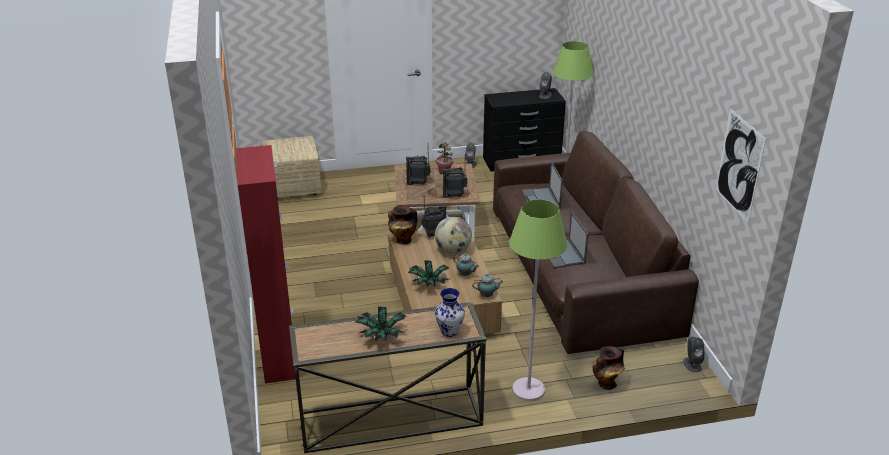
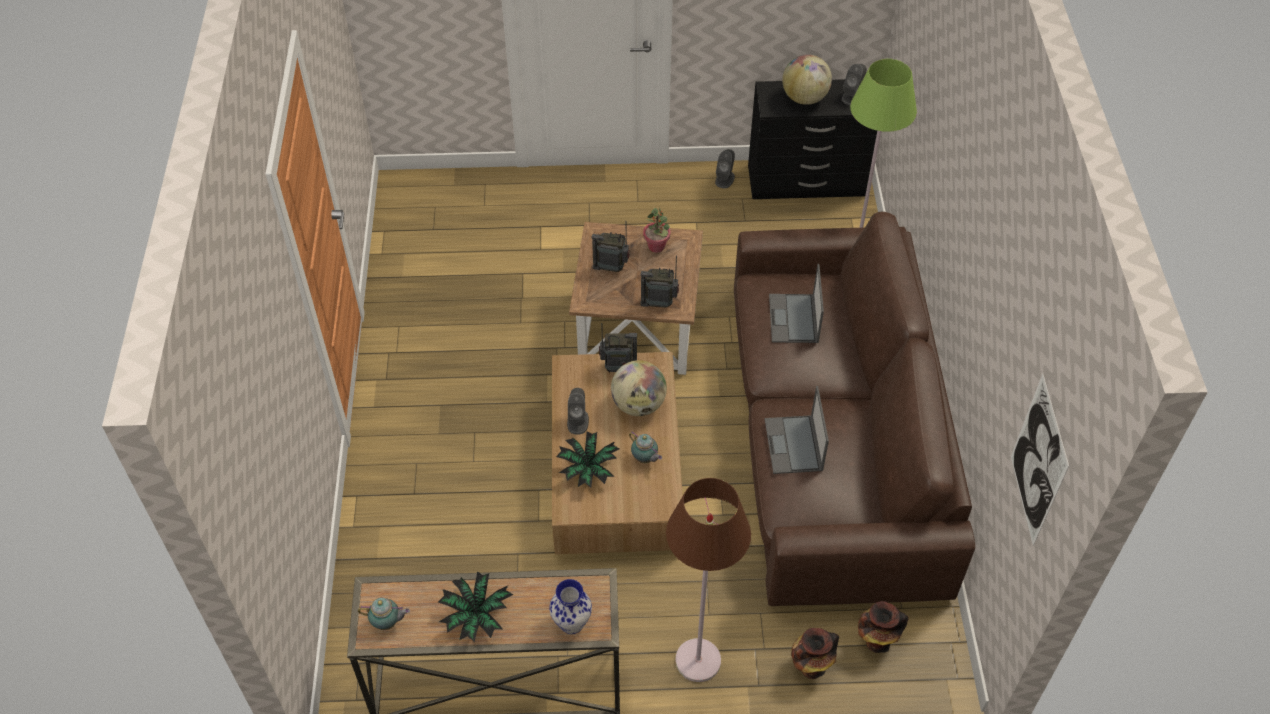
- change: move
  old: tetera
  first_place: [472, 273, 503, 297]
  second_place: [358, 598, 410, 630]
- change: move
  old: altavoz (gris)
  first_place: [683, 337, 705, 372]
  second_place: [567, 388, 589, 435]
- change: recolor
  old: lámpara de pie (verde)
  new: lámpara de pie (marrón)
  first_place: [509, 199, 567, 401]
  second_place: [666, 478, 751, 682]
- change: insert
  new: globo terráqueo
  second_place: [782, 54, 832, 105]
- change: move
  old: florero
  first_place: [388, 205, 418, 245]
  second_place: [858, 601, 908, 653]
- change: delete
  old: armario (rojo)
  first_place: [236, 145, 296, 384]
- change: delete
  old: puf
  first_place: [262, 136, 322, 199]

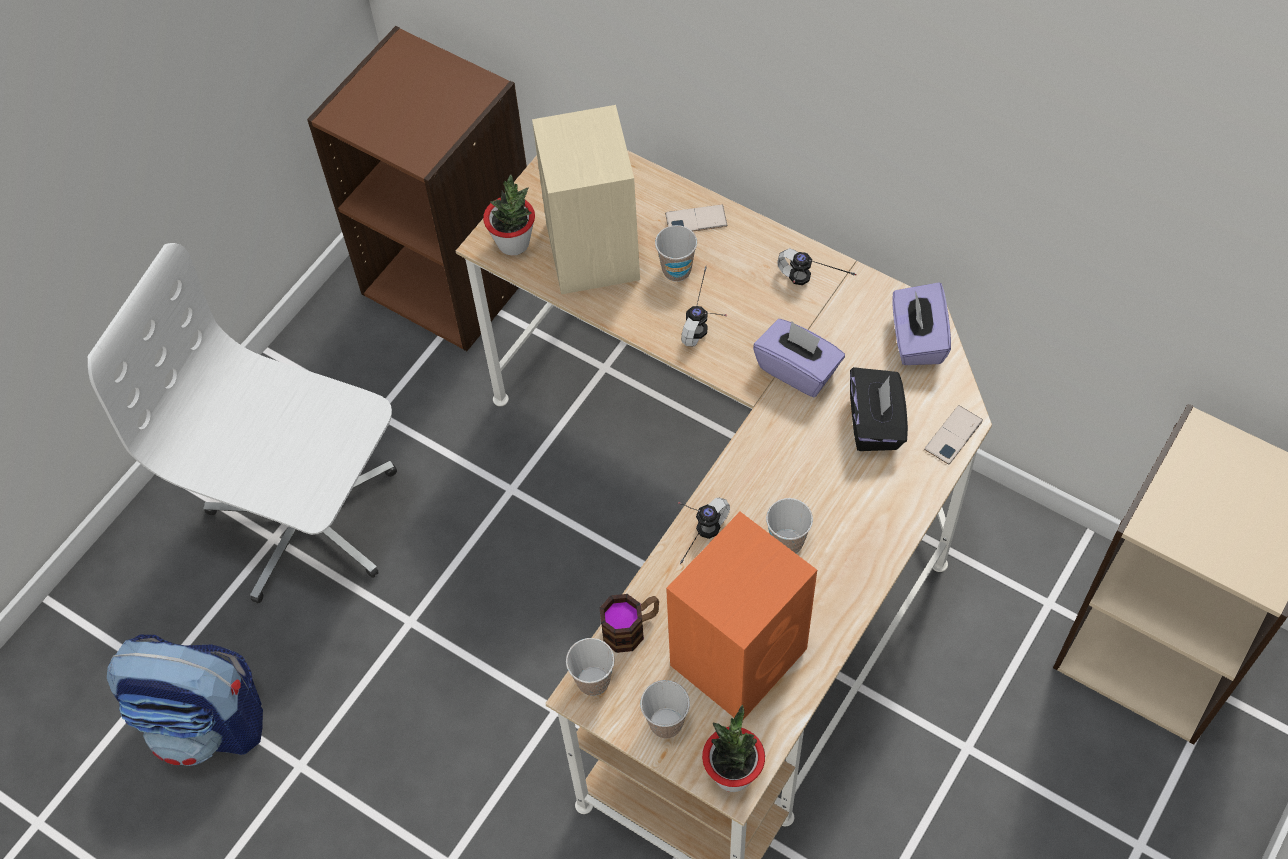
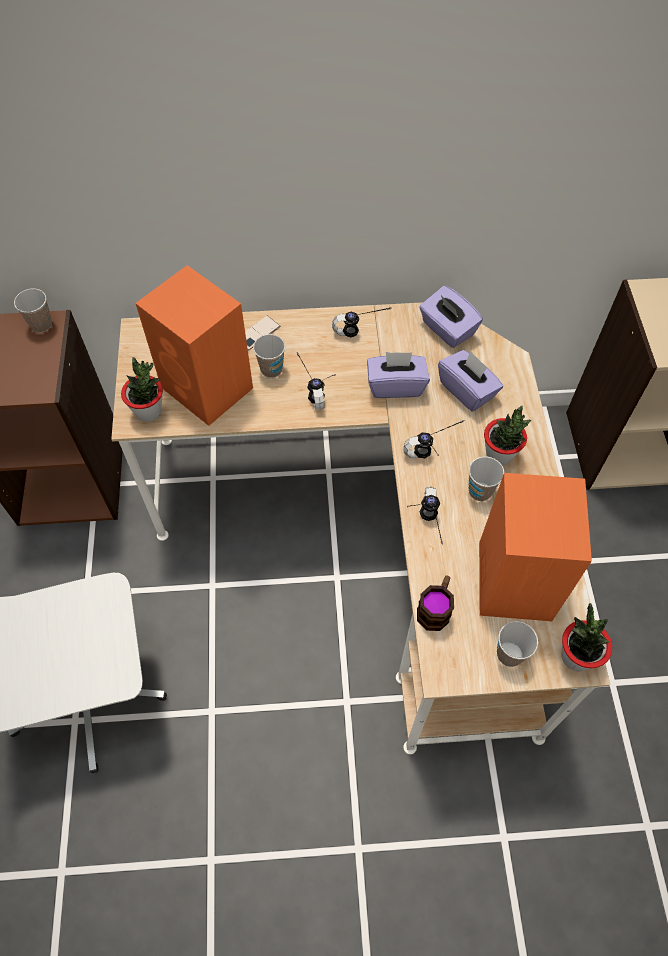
- change: move
  old: taza
  first_place: [566, 638, 615, 696]
  second_place: [14, 288, 52, 333]
- change: recolor
  old: altavoz (beis)
  new: altavoz (naranja)
  first_place: [532, 105, 640, 295]
  second_place: [135, 265, 253, 426]
- change: insert
  new: auriculares
  second_place: [403, 420, 464, 458]
- change: recolor
  old: caja de pañuelos (negro)
  new: caja de pañuelos (morado)
  first_place: [850, 367, 908, 451]
  second_place: [438, 350, 503, 411]
- change: insert
  new: planta en maceta
  second_place: [484, 405, 531, 466]
- change: delete
  old: mochila
  first_place: [107, 635, 263, 766]
- change: delete
  old: móvil
  first_place: [924, 405, 983, 465]

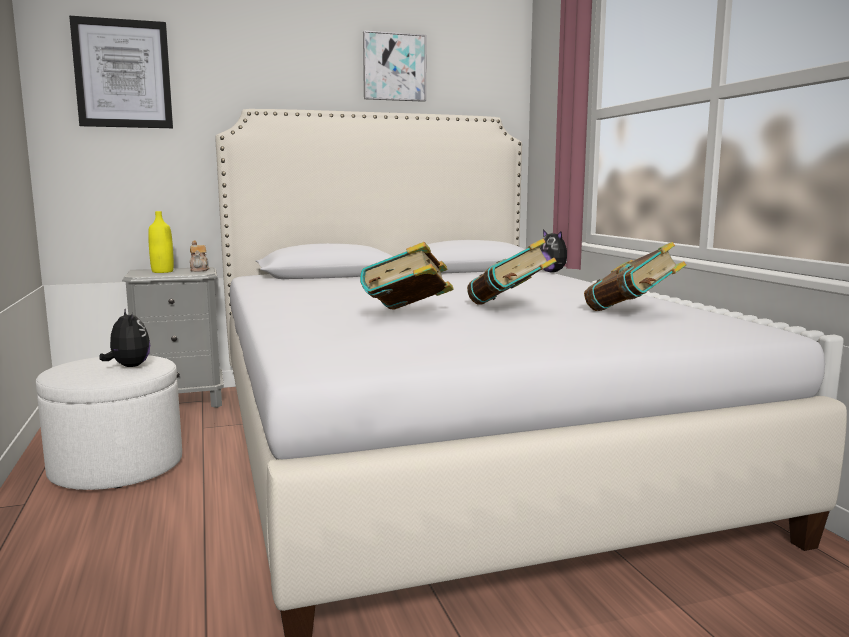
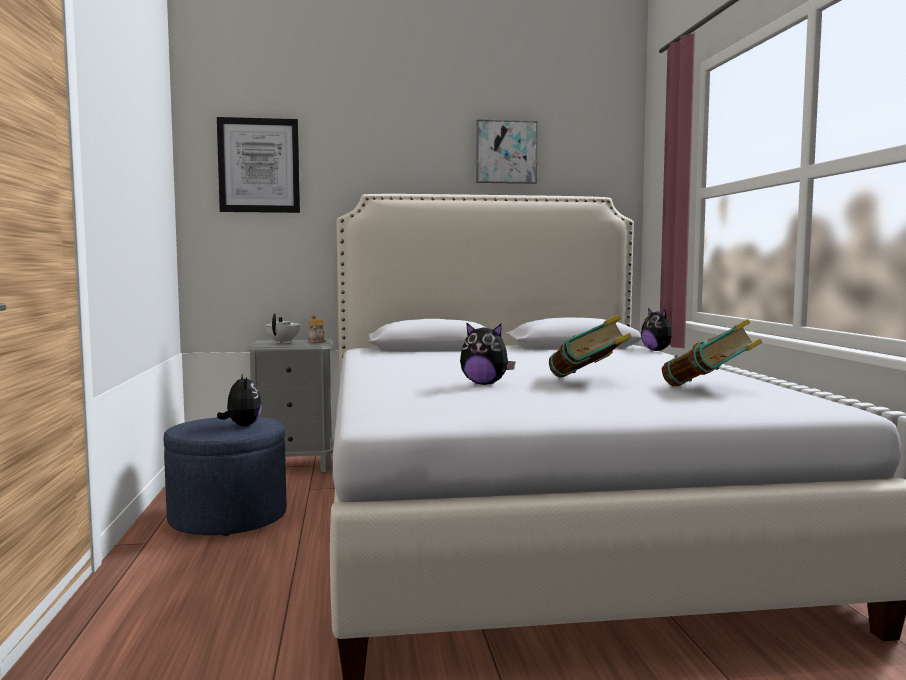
- change: recolor
  old: puf (blanco)
  new: puf (azul)
  first_place: [36, 355, 182, 490]
  second_place: [164, 417, 286, 536]
- change: replace
  old: botella (amarillo)
  new: tetera (blanco)
  first_place: [148, 211, 174, 273]
  second_place: [265, 313, 300, 344]
- change: replace
  old: libro
  new: peluche
  first_place: [360, 242, 454, 309]
  second_place: [460, 322, 515, 385]

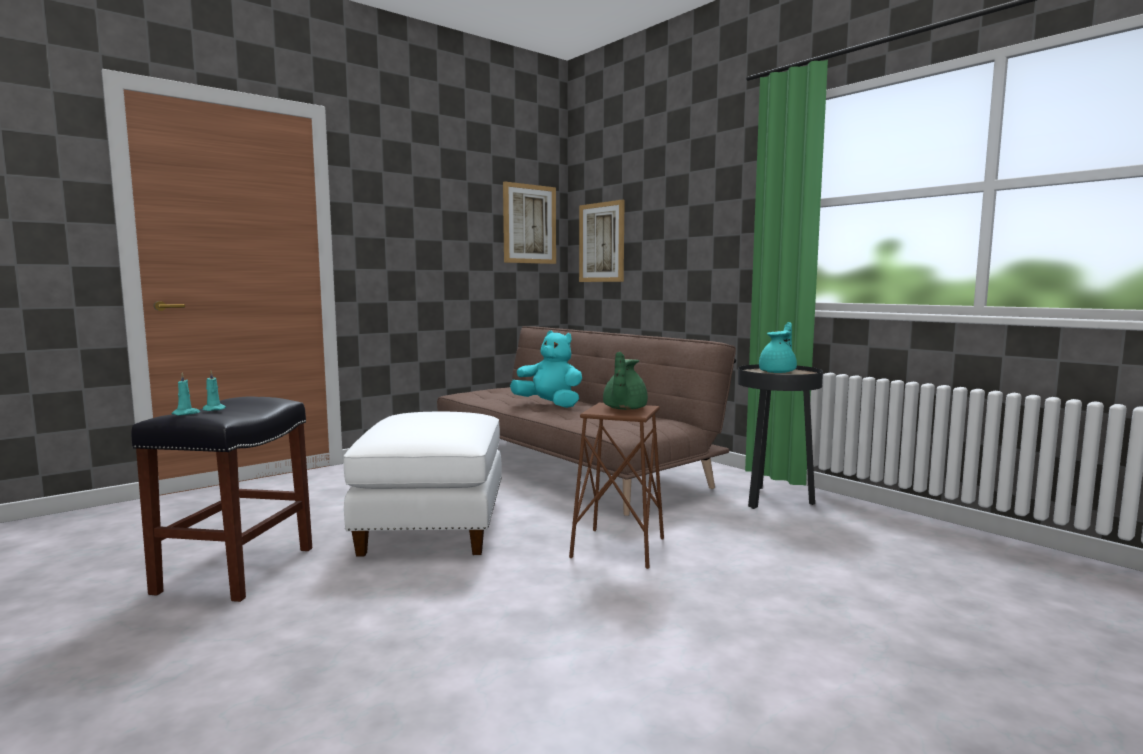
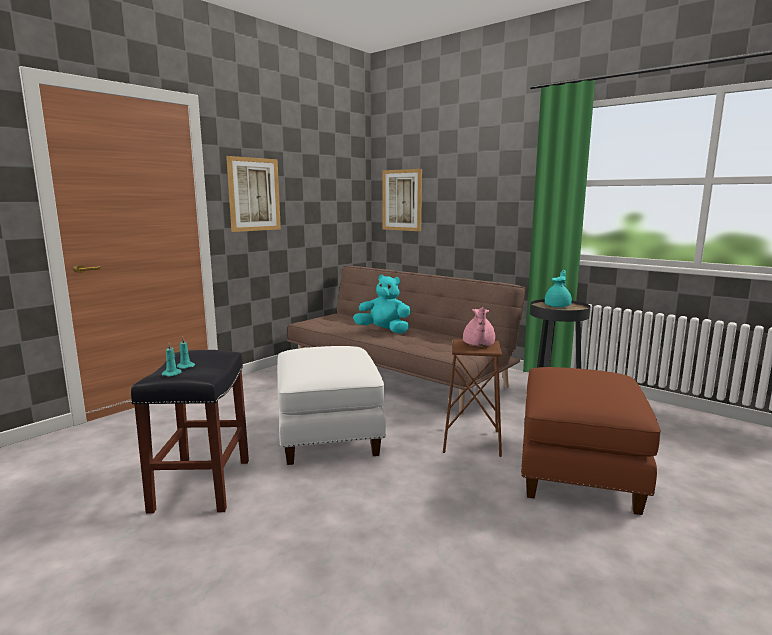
- change: move
  old: cuadro
  first_place: [503, 181, 556, 264]
  second_place: [226, 156, 281, 232]
- change: recolor
  old: tetera (verde)
  new: tetera (rosa)
  first_place: [603, 352, 648, 410]
  second_place: [463, 307, 495, 347]
- change: insert
  new: puf (marrón)
  second_place: [521, 367, 661, 515]

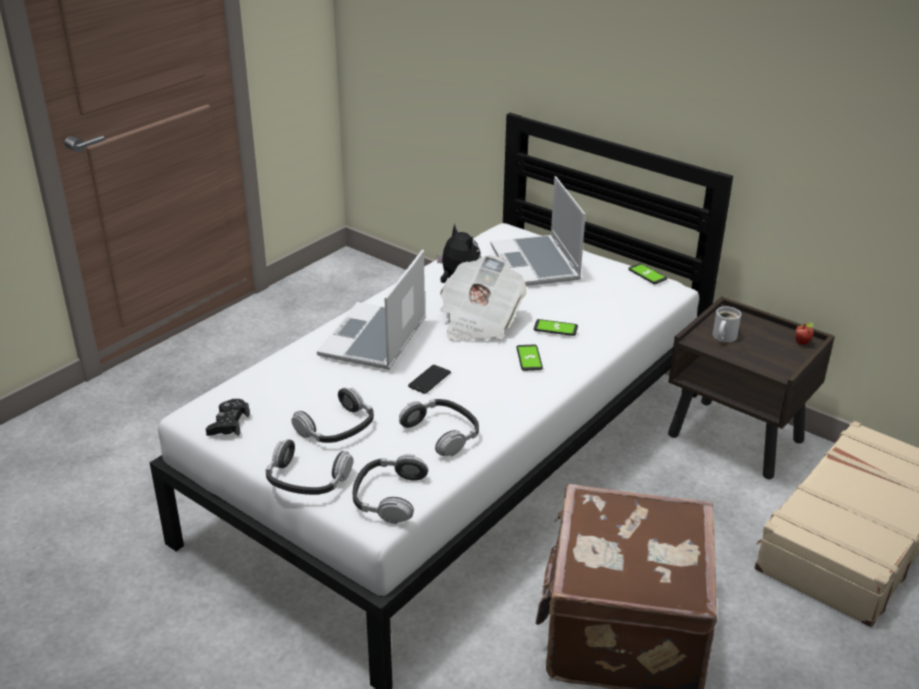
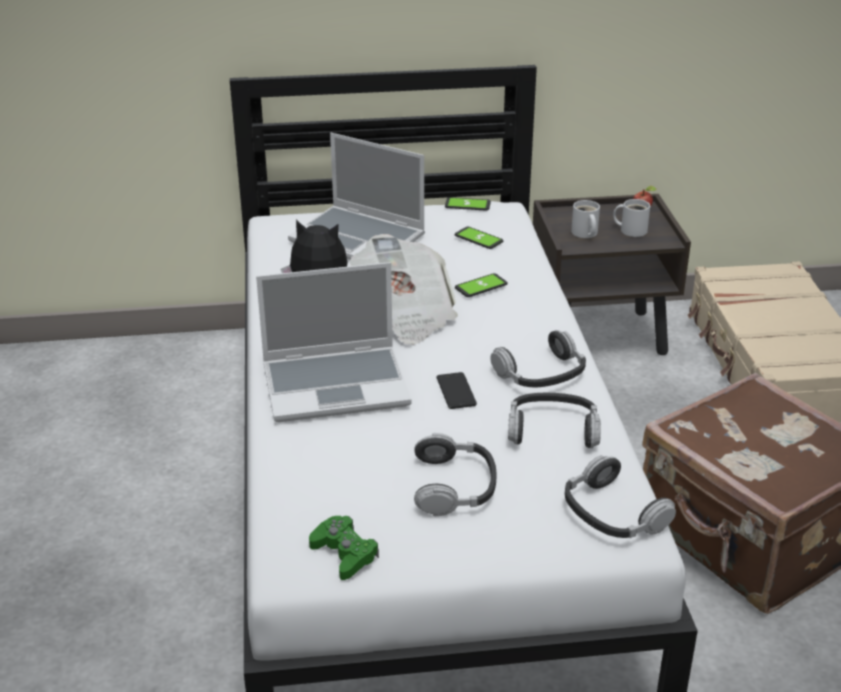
- change: rotate
  old: portátil
  first_place: [317, 250, 425, 370]
  second_place: [256, 262, 411, 422]
  degrees: -75
- change: recolor
  old: mando de consola (negro)
  new: mando de consola (verde)
  first_place: [206, 399, 250, 436]
  second_place: [309, 516, 379, 580]
- change: move
  old: móvil
  first_place: [516, 345, 543, 371]
  second_place: [455, 227, 503, 249]
- change: move
  old: auriculares
  first_place: [266, 439, 353, 495]
  second_place: [490, 330, 586, 388]
- change: insert
  new: taza grande (blanco)
  second_place: [613, 199, 650, 237]

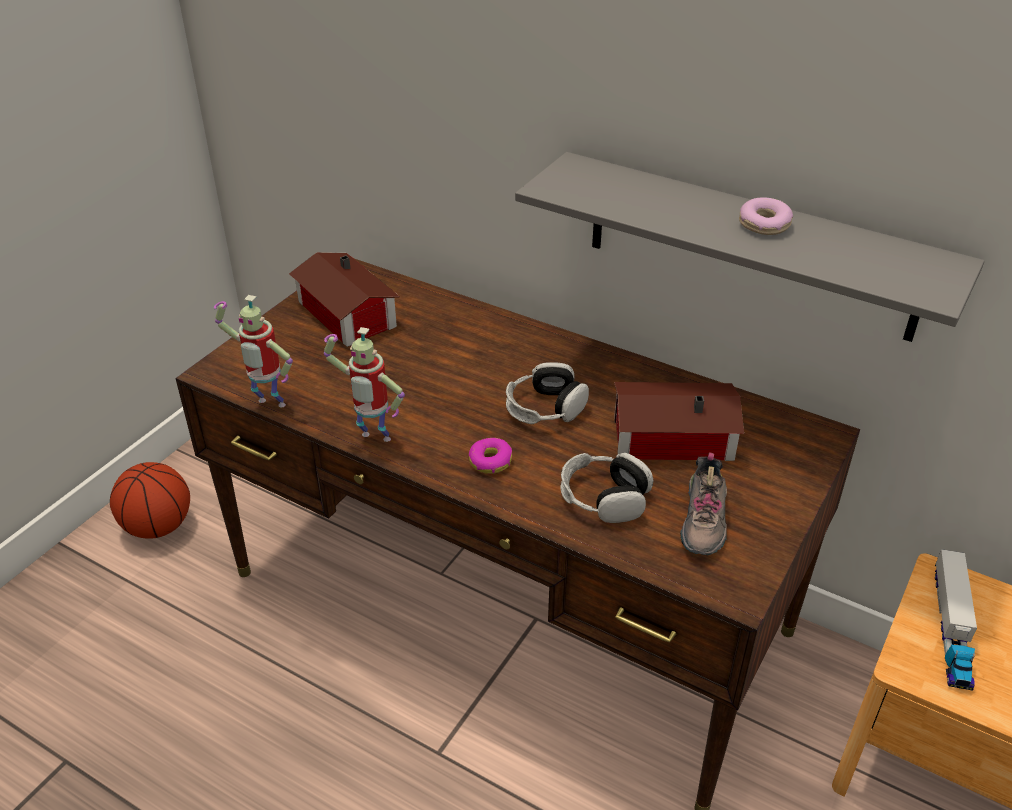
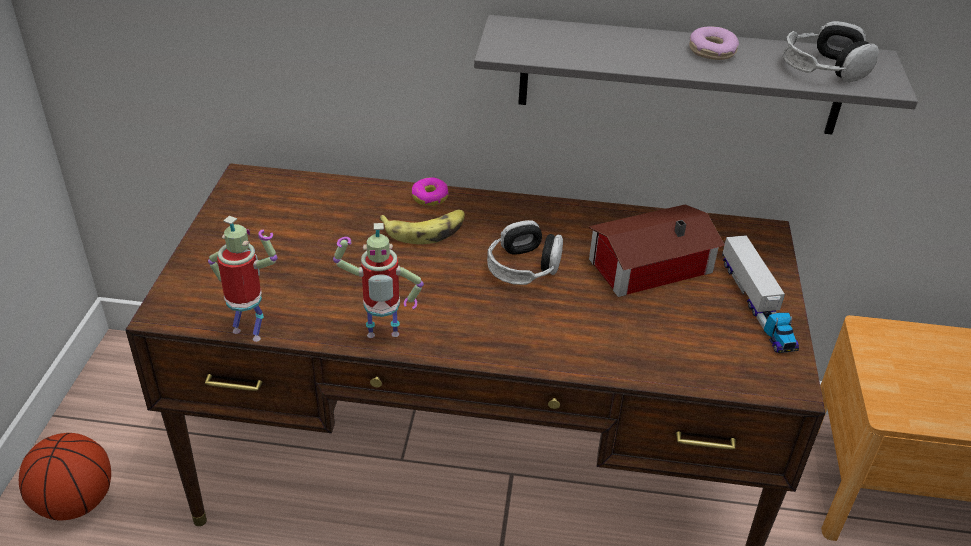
- change: rotate
  old: robot de juguete
  first_place: [214, 295, 293, 407]
  second_place: [208, 216, 278, 342]
  degrees: -150
- change: insert
  new: plátano
  second_place: [379, 210, 465, 244]
- change: move
  old: rosquilla
  first_place: [469, 438, 512, 474]
  second_place: [412, 177, 449, 206]
- change: move
  old: camión de juguete
  first_place: [935, 549, 977, 691]
  second_place: [722, 235, 799, 353]
- change: move
  old: auriculares
  first_place: [560, 453, 653, 523]
  second_place: [782, 21, 879, 82]
- change: delete
  old: casita
  first_place: [289, 252, 400, 347]
- change: delete
  old: zapato
  first_place: [680, 453, 727, 556]

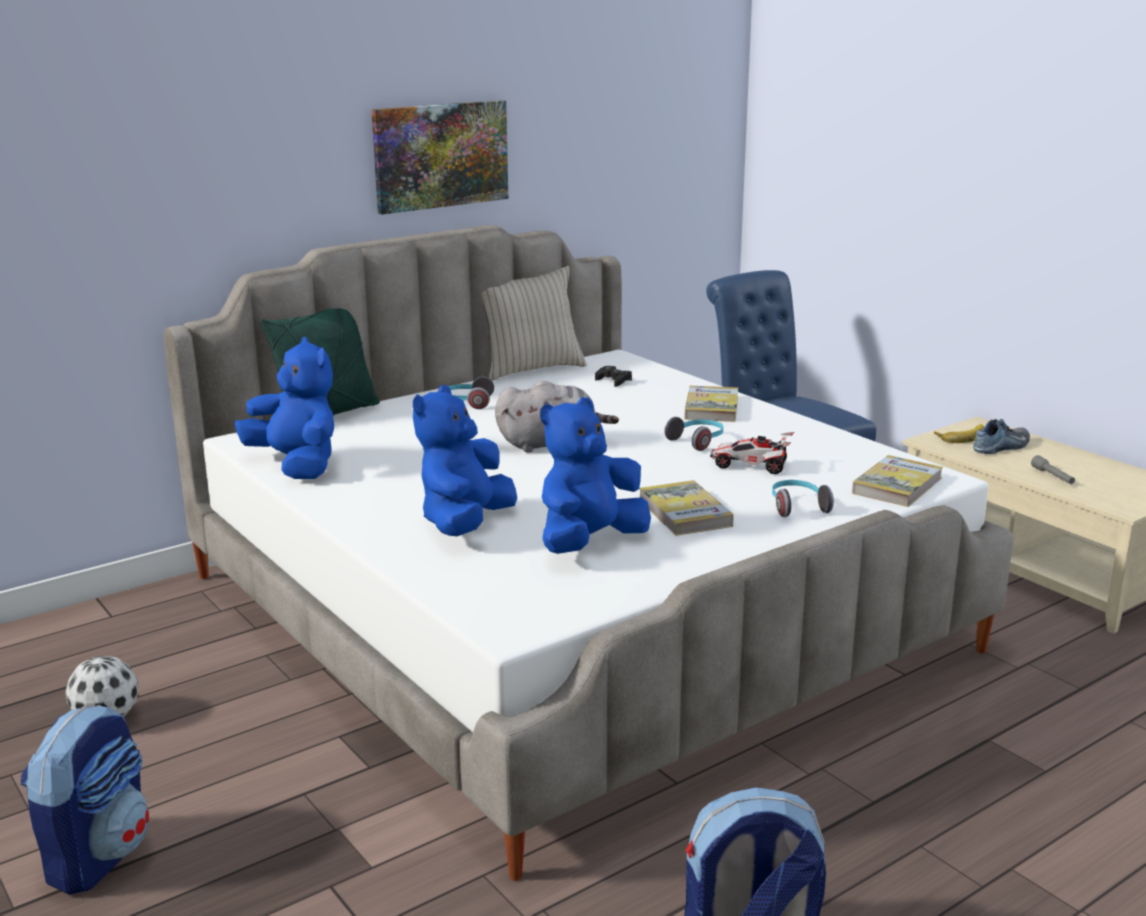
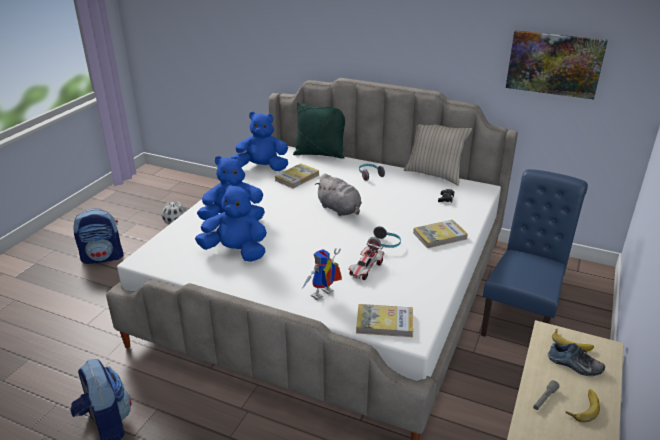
- change: rotate
  old: peluche (azul)
  first_place: [235, 337, 334, 479]
  second_place: [231, 112, 288, 171]
  degrees: -105
- change: move
  old: libro
  first_place: [639, 480, 734, 536]
  second_place: [275, 163, 319, 189]
- change: replace
  old: auriculares
  new: robot de juguete
  first_place: [772, 480, 834, 517]
  second_place: [302, 248, 342, 301]
- change: rotate
  old: coche de juguete
  first_place: [710, 432, 795, 474]
  second_place: [349, 240, 385, 280]
  degrees: -135
- change: move
  old: cuadro
  first_place: [371, 100, 508, 214]
  second_place: [506, 30, 608, 100]
- change: insert
  new: plátano
  second_place: [566, 389, 600, 422]

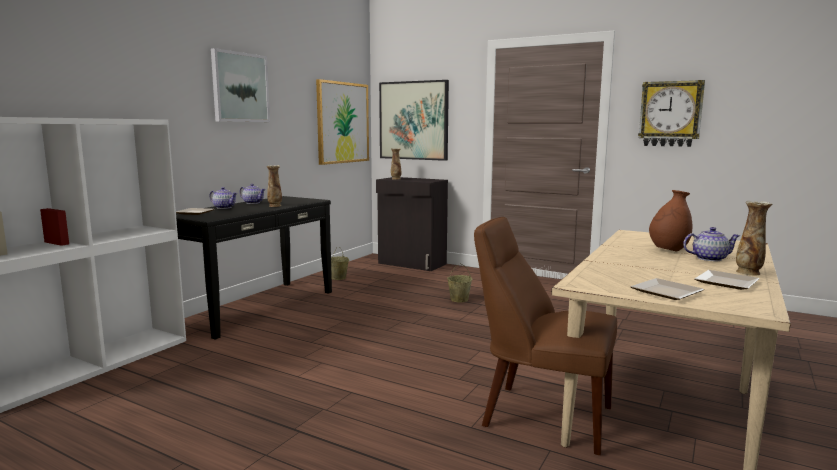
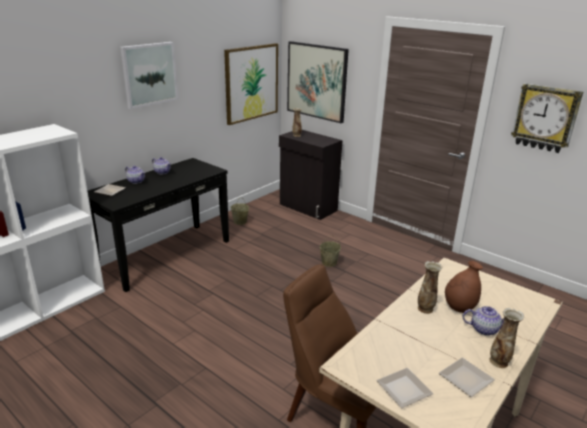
- change: move
  old: florero
  first_place: [267, 165, 282, 207]
  second_place: [418, 261, 443, 314]

